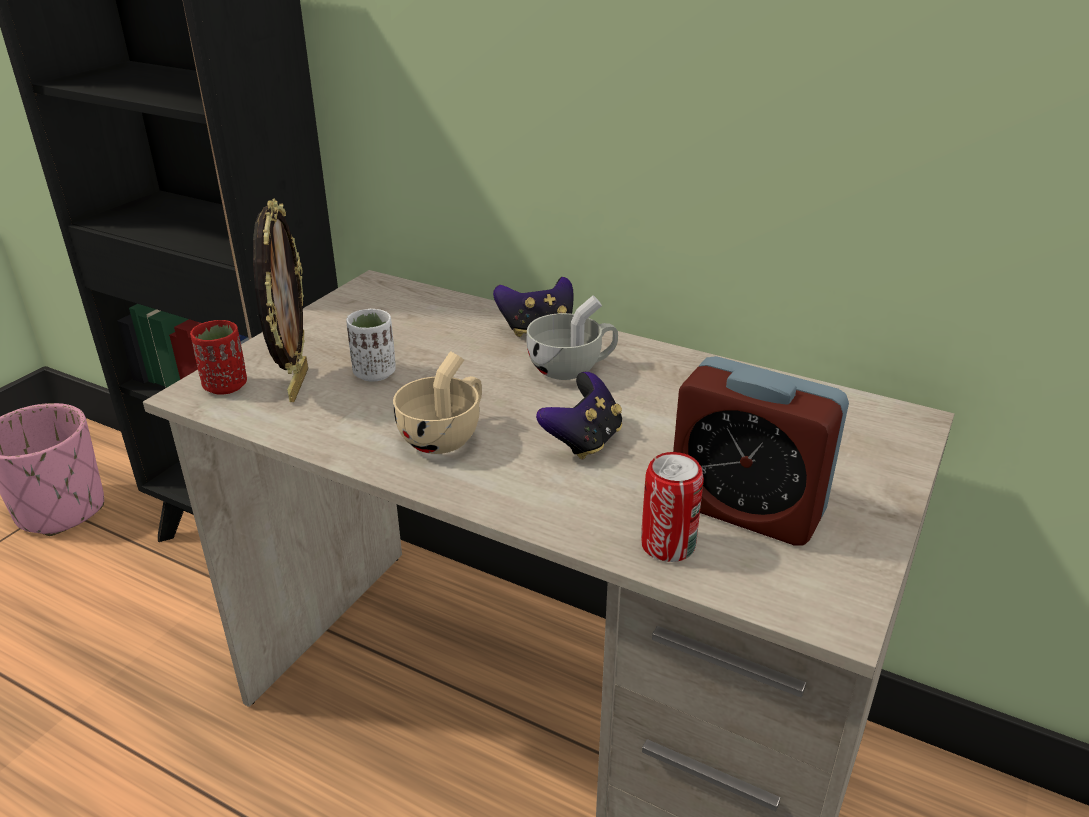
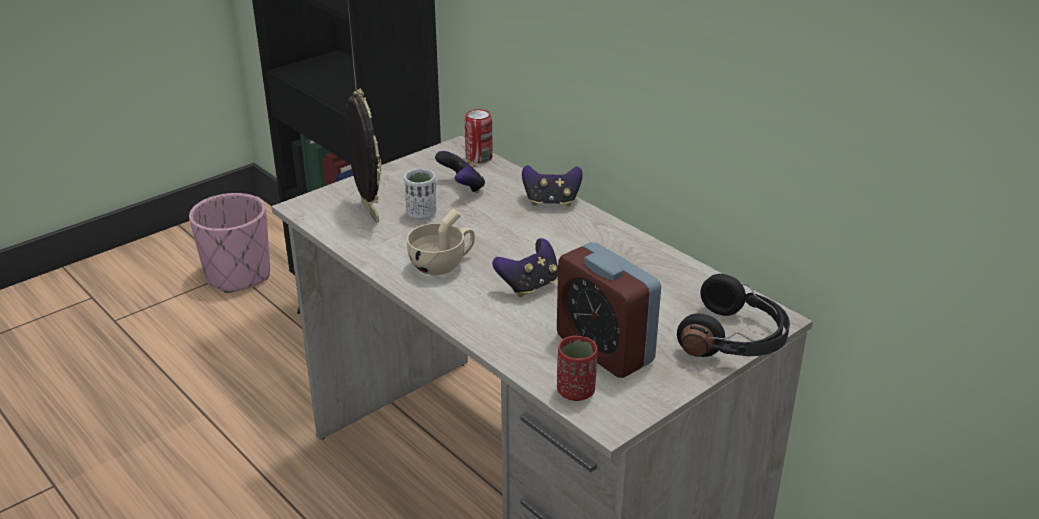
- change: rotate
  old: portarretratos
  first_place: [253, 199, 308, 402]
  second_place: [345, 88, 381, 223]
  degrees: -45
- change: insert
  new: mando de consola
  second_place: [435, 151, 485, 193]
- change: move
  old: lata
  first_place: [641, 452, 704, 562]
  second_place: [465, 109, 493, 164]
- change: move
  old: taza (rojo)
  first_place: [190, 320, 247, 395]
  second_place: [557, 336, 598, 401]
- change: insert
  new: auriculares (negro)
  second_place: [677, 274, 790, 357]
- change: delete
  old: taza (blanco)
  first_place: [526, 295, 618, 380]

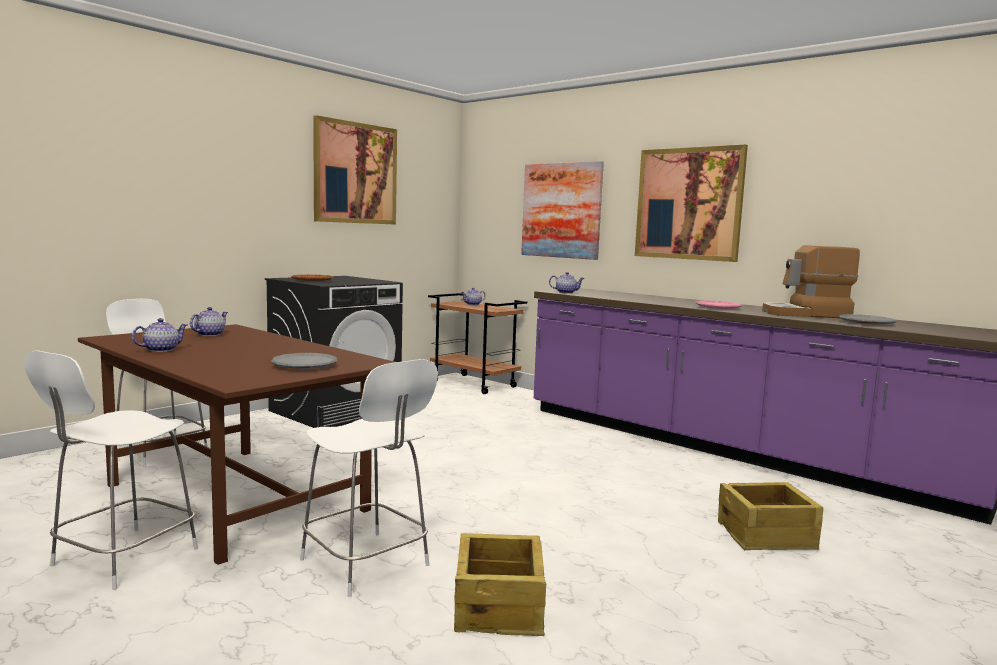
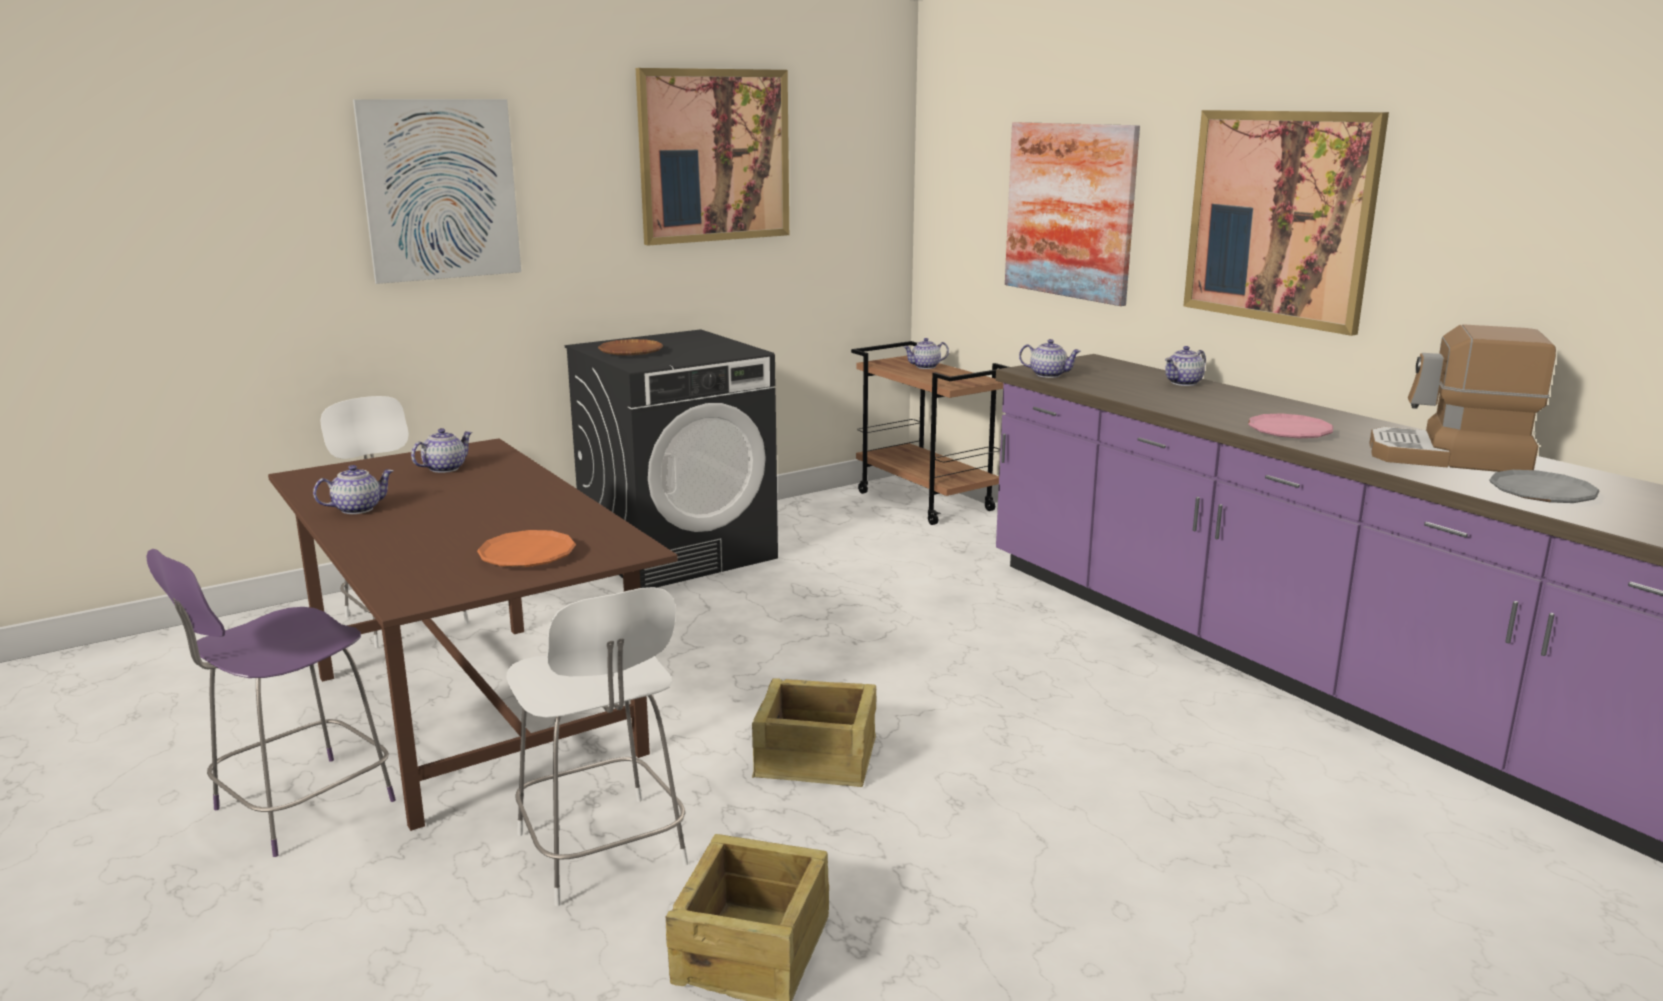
- change: recolor
  old: silla (blanco)
  new: silla (morado)
  first_place: [24, 351, 198, 590]
  second_place: [146, 549, 396, 857]
- change: insert
  new: cuadro
  second_place: [353, 99, 521, 284]
- change: recolor
  old: plato (gris)
  new: plato (naranja)
  first_place: [271, 353, 337, 369]
  second_place: [477, 530, 576, 567]
- change: move
  old: caja de embalaje
  first_place: [718, 482, 823, 551]
  second_place: [752, 678, 876, 787]
- change: insert
  new: tetera
  second_place: [1165, 346, 1206, 386]

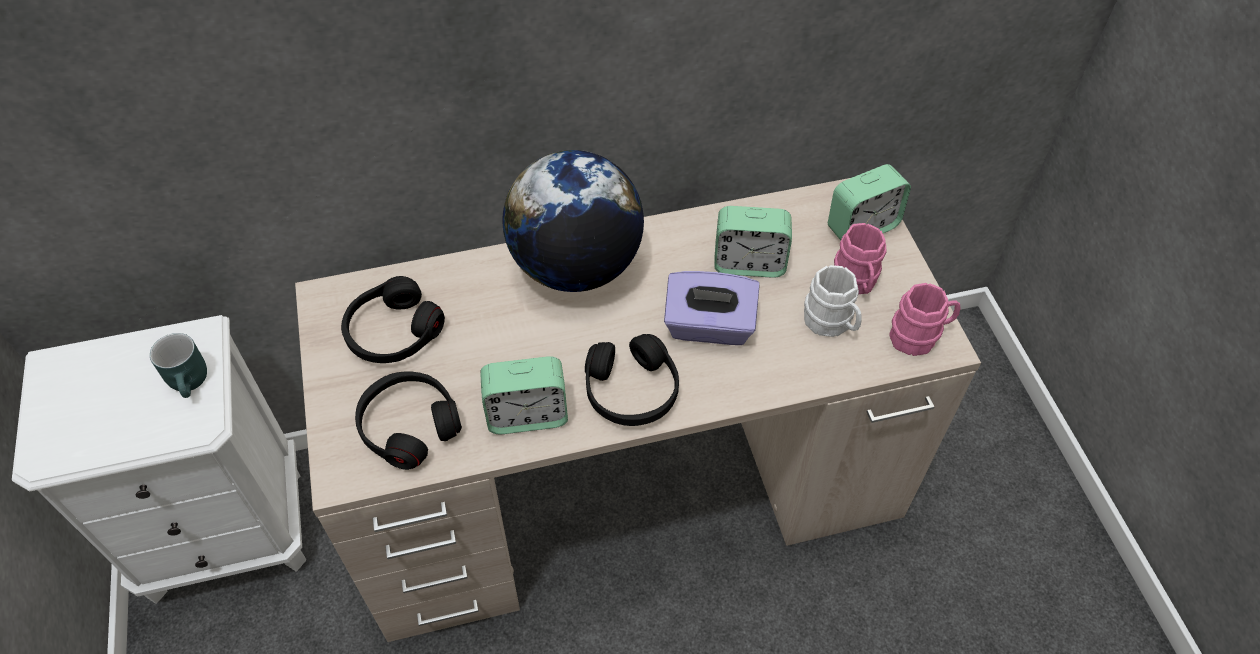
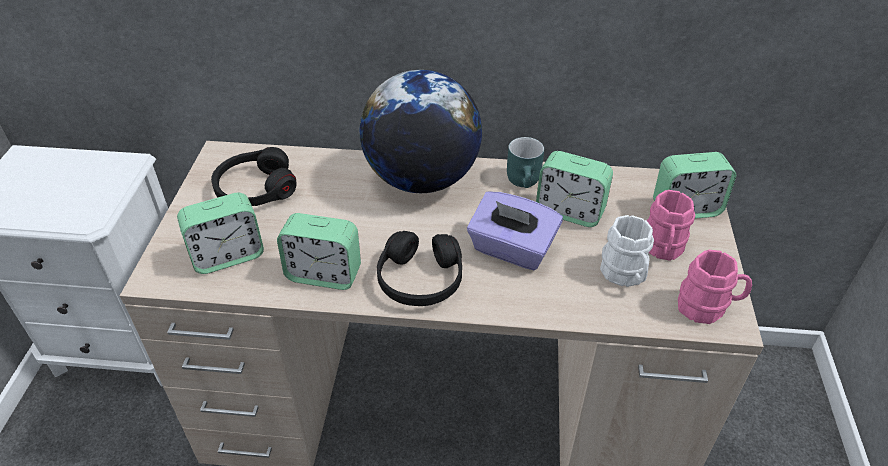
- change: replace
  old: auriculares (negro)
  new: despertador
  first_place: [355, 372, 462, 470]
  second_place: [177, 192, 264, 274]
- change: move
  old: taza grande (turquesa)
  first_place: [150, 333, 207, 398]
  second_place: [507, 137, 544, 188]

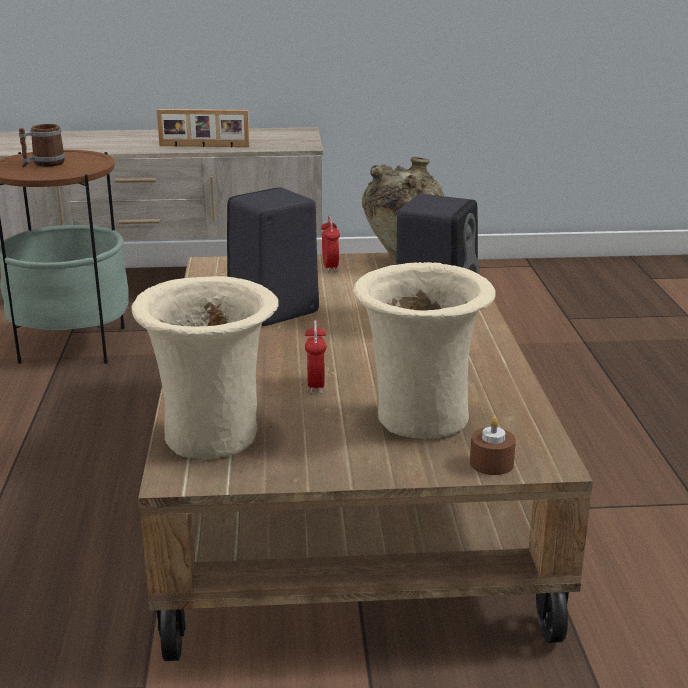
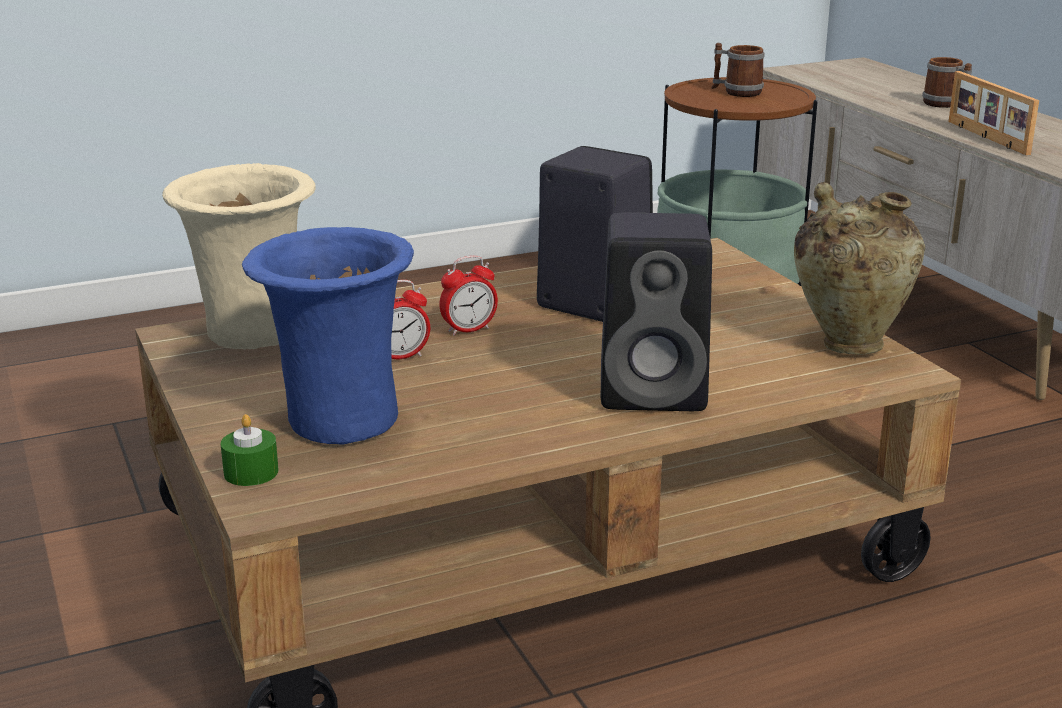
- change: recolor
  old: vela (marrón)
  new: vela (verde)
  first_place: [470, 417, 516, 475]
  second_place: [221, 414, 279, 486]
- change: recolor
  old: florero (beis)
  new: florero (azul)
  first_place: [353, 262, 496, 439]
  second_place: [242, 227, 414, 445]
- change: move
  old: despertador
  first_place: [321, 216, 340, 272]
  second_place: [439, 256, 498, 336]
- change: insert
  new: taza grande
  second_place: [922, 57, 972, 108]

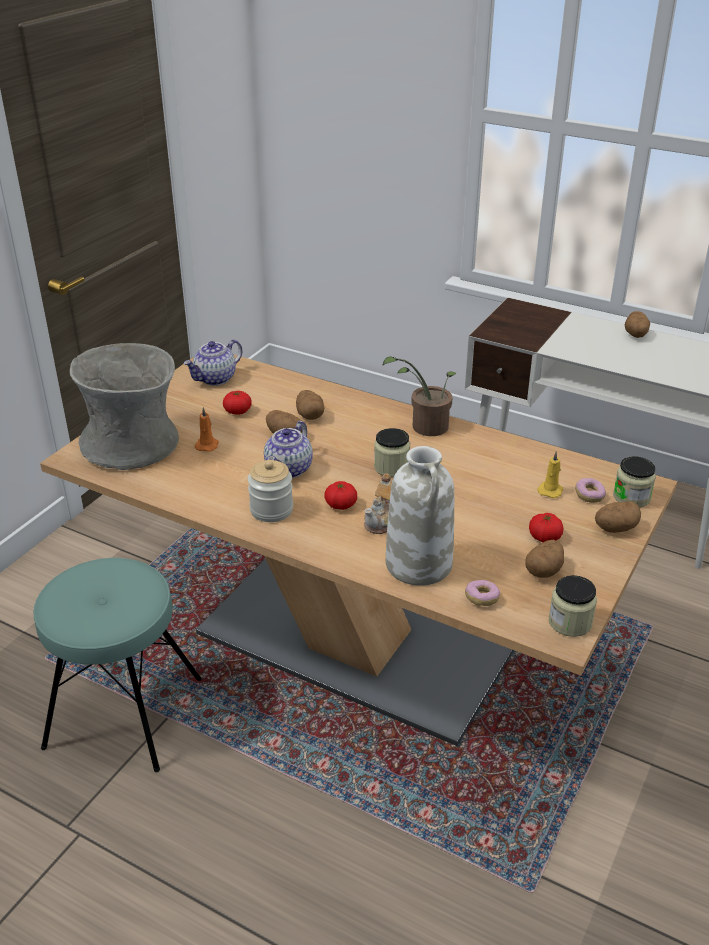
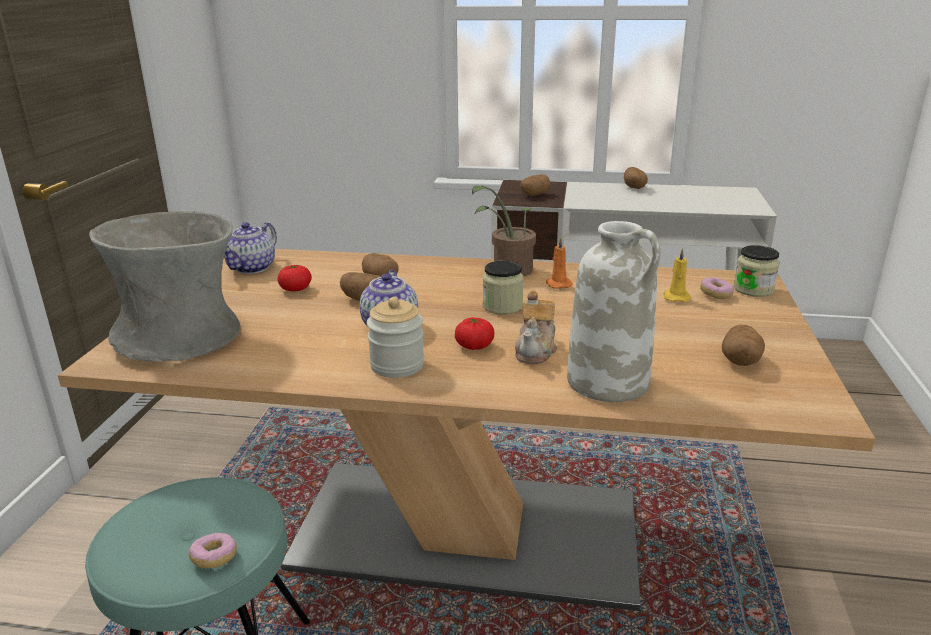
- change: move
  old: rosquilla
  first_place: [465, 580, 500, 606]
  second_place: [189, 533, 237, 569]
- change: move
  old: patata
  first_place: [595, 502, 641, 533]
  second_place: [520, 174, 550, 196]
- change: move
  old: vela (naranja)
  first_place: [195, 407, 219, 452]
  second_place: [546, 237, 573, 289]
- change: delete
  old: tomate
  first_place: [529, 513, 563, 542]
- change: delete
  old: tarro
  first_place: [549, 575, 597, 637]

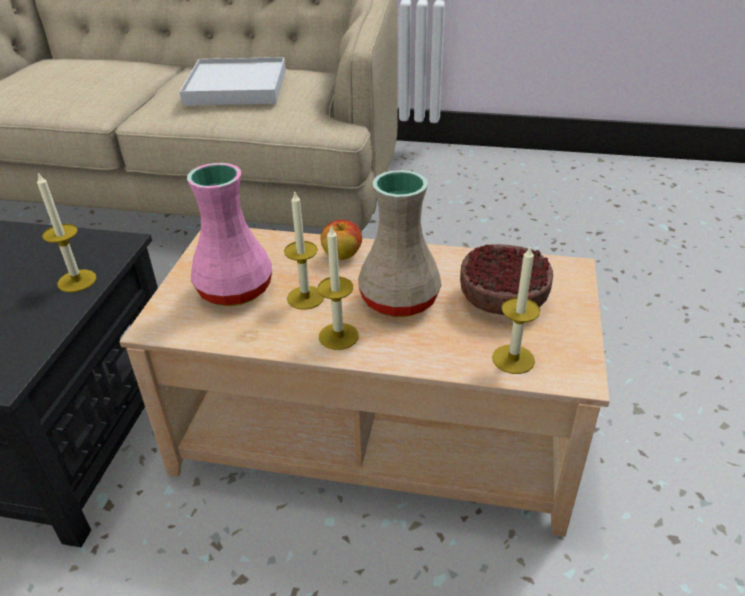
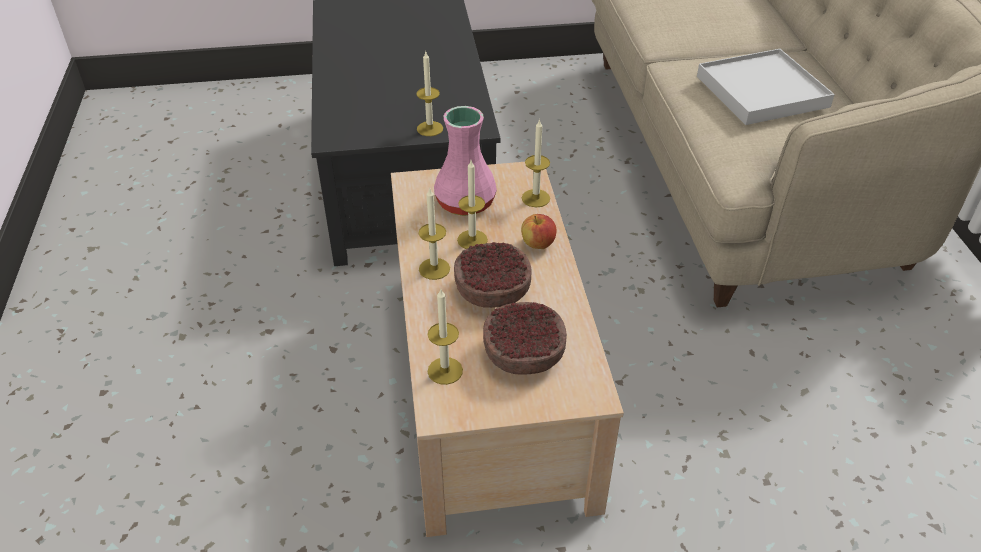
- change: replace
  old: florero (beis)
  new: cuenco
  first_place: [358, 170, 442, 317]
  second_place: [454, 242, 532, 308]
- change: insert
  new: vela
  second_place: [522, 119, 550, 207]

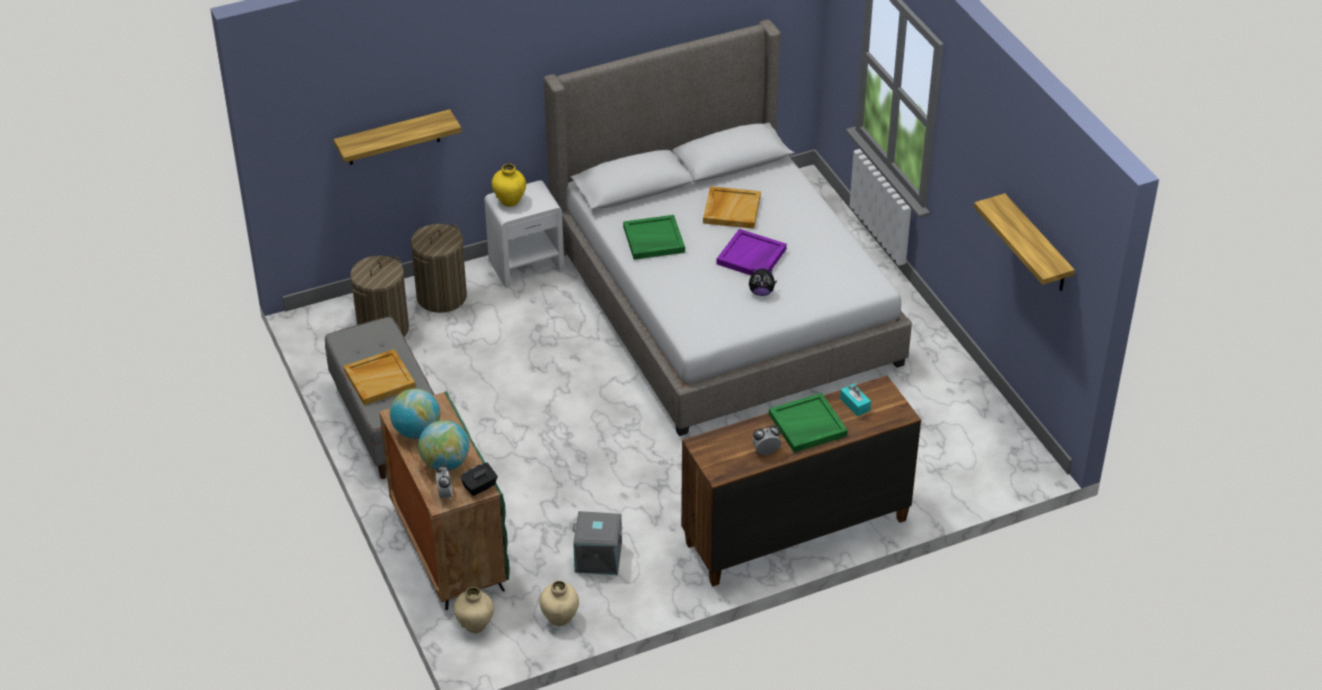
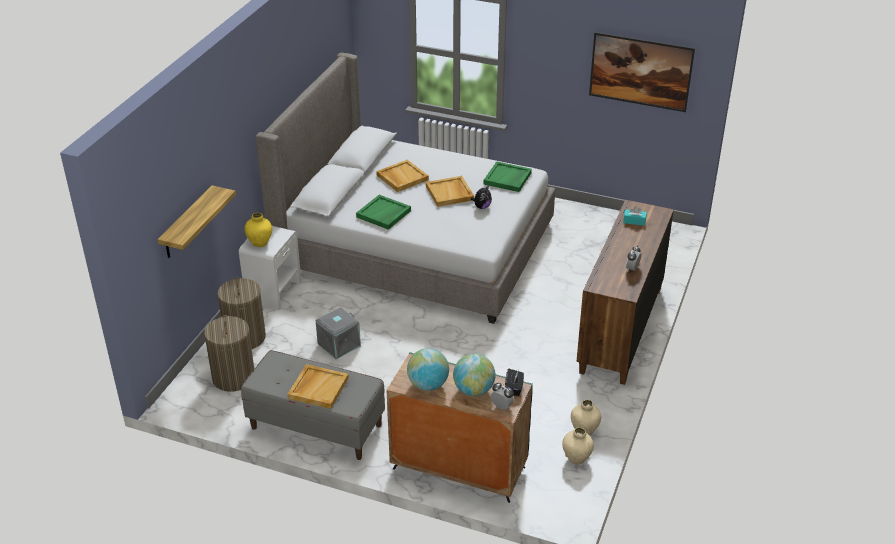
- change: move
  old: caja de almacenaje (gris)
  first_place: [572, 511, 623, 575]
  second_place: [316, 308, 361, 360]
- change: recolor
  old: bandeja (morado)
  new: bandeja (beis)
  first_place: [716, 229, 787, 275]
  second_place: [426, 176, 474, 207]
- change: move
  old: bandeja (verde)
  first_place: [769, 393, 848, 452]
  second_place: [483, 161, 532, 192]
- change: move
  old: florero (beis)
  first_place: [454, 587, 494, 633]
  second_place: [571, 400, 601, 435]
- change: replace
  old: estante
  new: cuadro
  first_place: [974, 193, 1075, 291]
  second_place: [589, 32, 695, 112]

